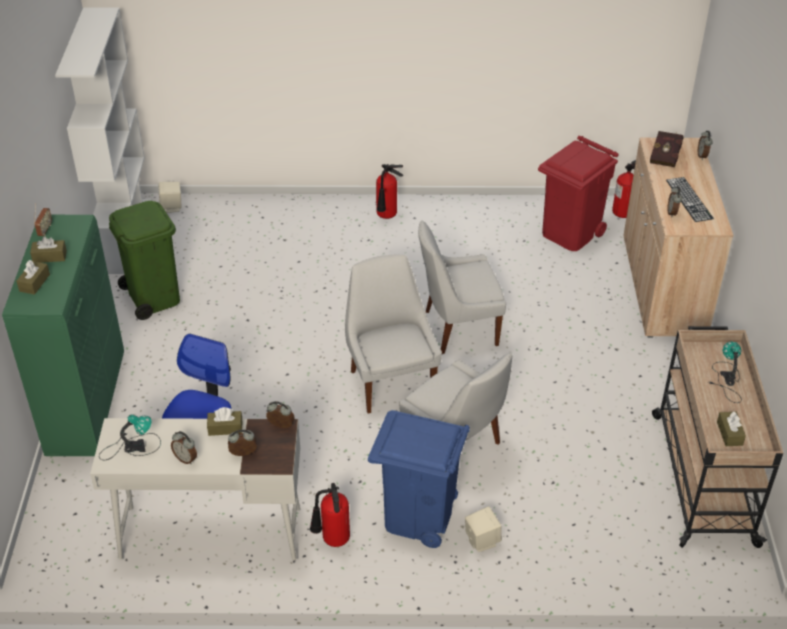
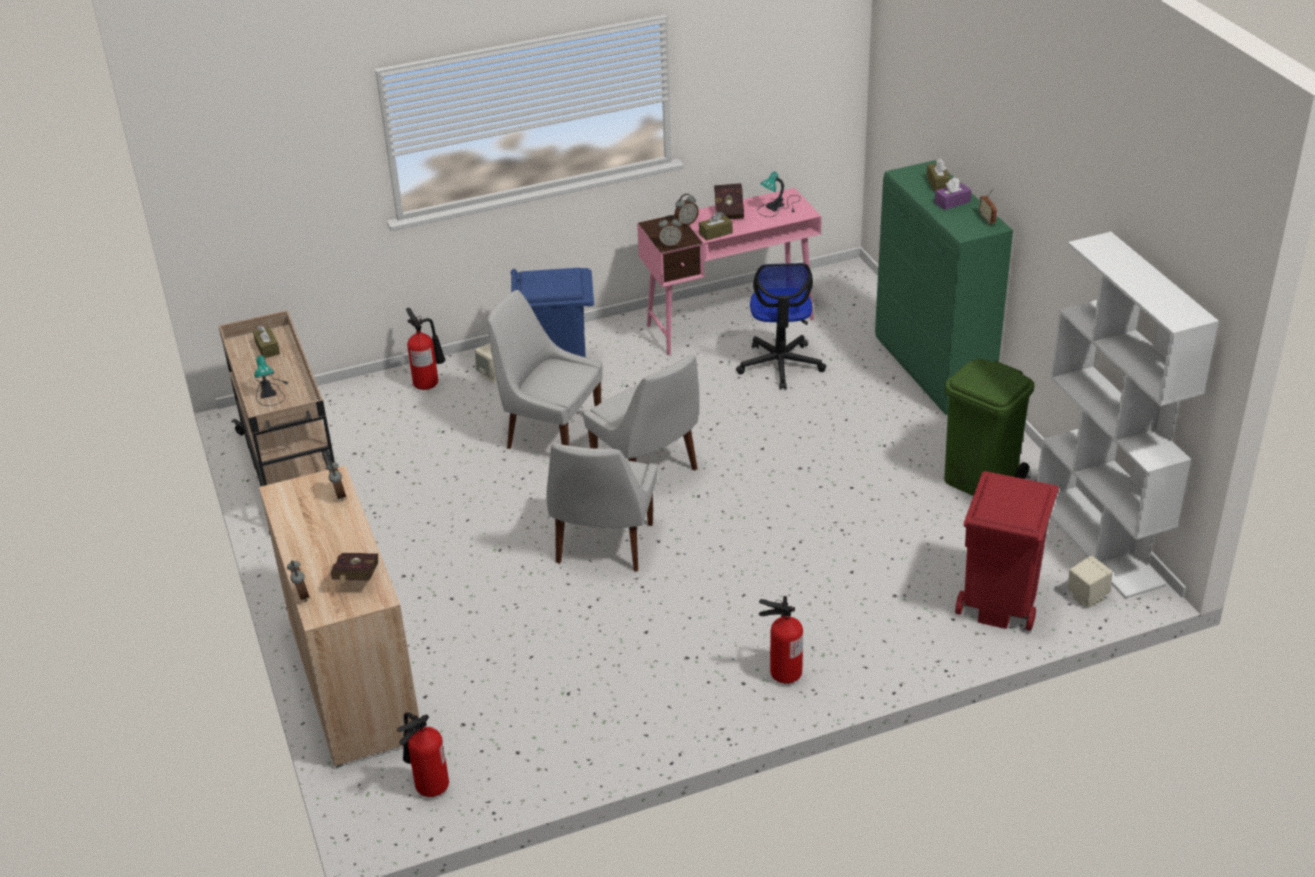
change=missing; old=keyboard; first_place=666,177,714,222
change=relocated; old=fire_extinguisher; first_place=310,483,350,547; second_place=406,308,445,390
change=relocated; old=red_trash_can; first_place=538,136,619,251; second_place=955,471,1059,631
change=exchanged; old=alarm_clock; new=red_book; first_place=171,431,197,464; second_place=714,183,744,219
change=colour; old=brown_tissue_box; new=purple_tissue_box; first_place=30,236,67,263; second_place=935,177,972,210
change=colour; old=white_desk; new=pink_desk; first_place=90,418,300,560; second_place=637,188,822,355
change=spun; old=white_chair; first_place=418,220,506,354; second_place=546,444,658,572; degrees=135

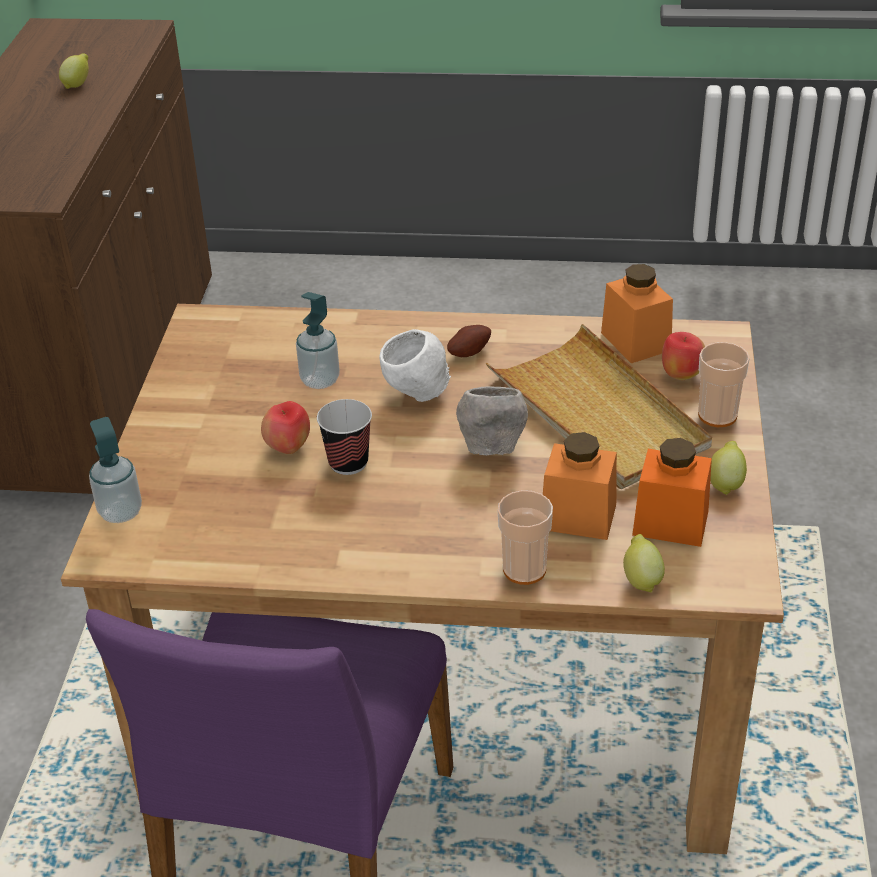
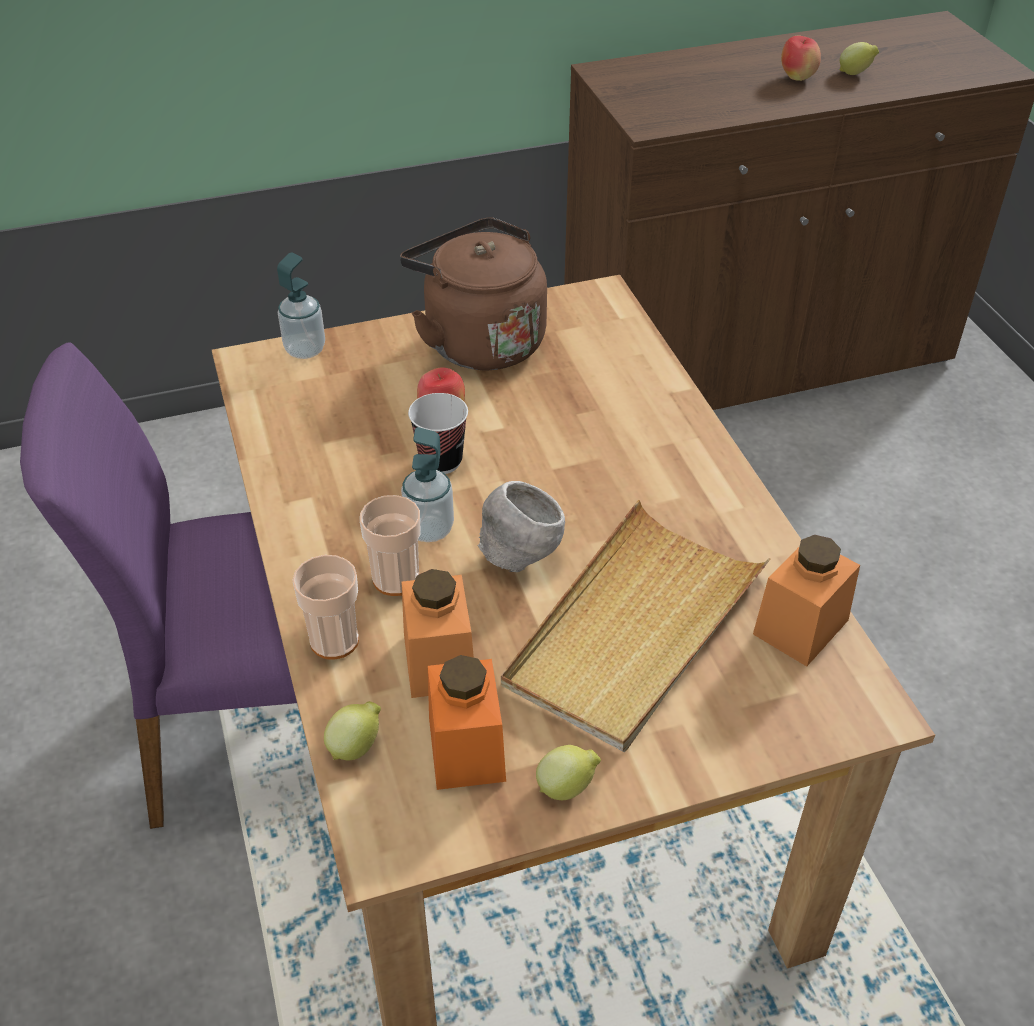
change=missing; old=white_bowl; first_place=380,329,450,402
change=missing; old=potato; first_place=447,325,491,357
change=appeared; new=brown_kettle; second_place=400,217,547,370
change=relocated; old=soap_dispenser; first_place=296,292,340,389; second_place=401,427,454,542
change=relocated; old=apple; first_place=662,332,705,380; second_place=781,35,821,81
change=relocated; old=cup; first_place=698,342,750,427; second_place=360,495,420,596

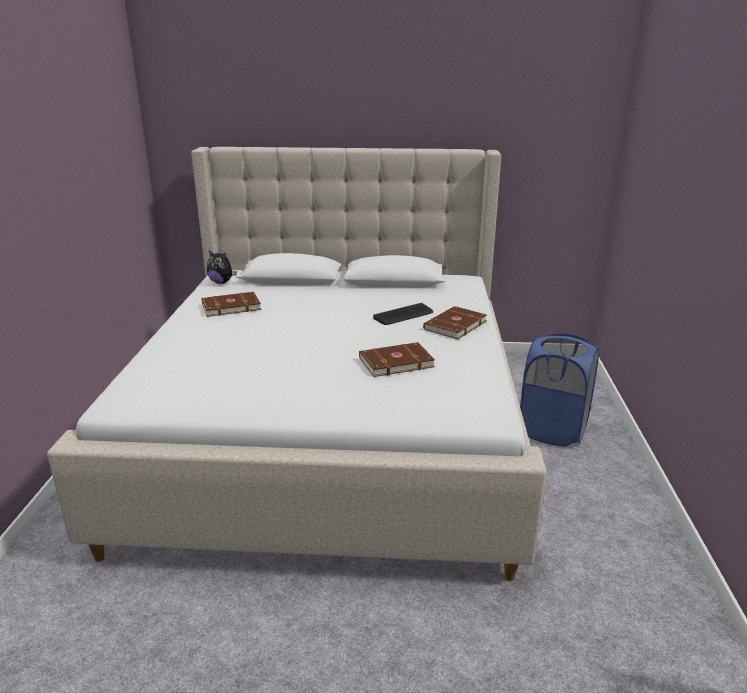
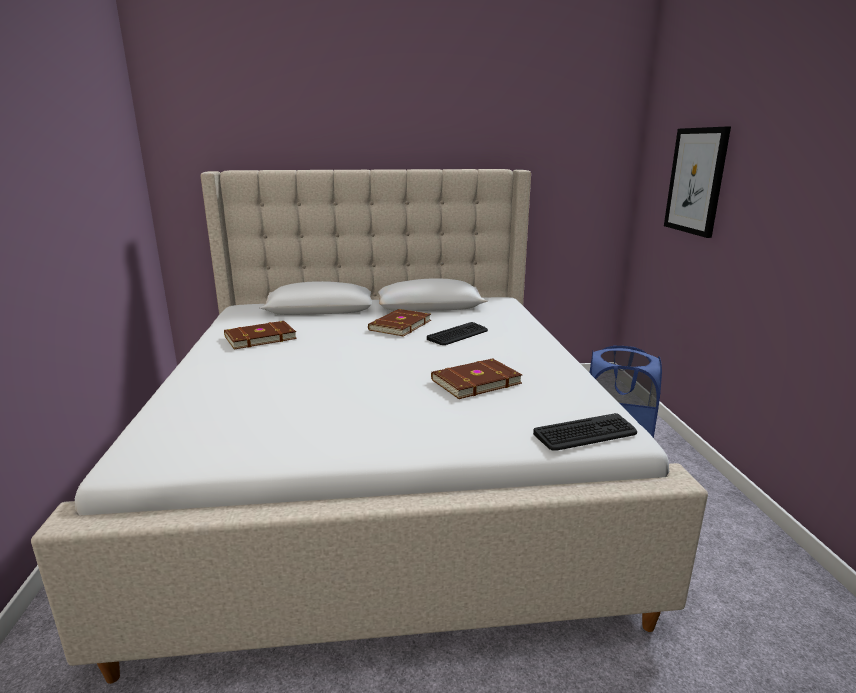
change=missing; old=plush_toy; first_place=207,250,237,284
change=appeared; new=keyboard; second_place=533,413,637,451
change=appeared; new=picture; second_place=664,127,731,238
change=relocated; old=brown_book; first_place=423,306,487,339; second_place=368,309,431,337

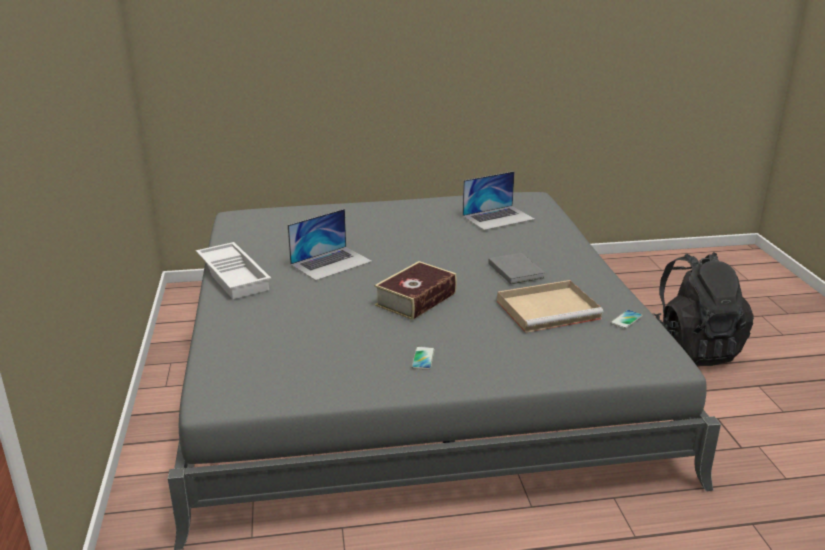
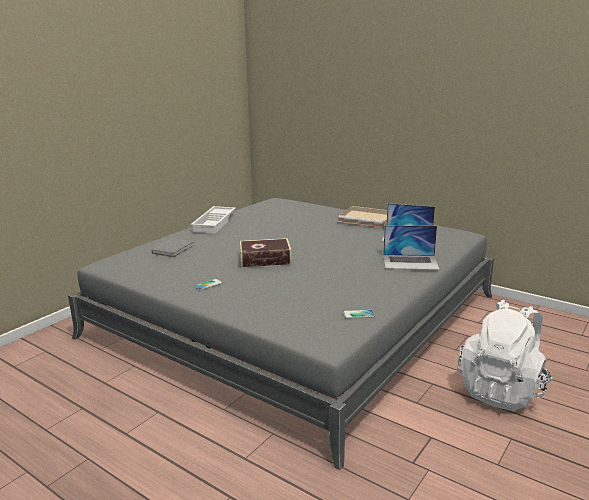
change=relocated; old=laptop; first_place=288,209,372,281; second_place=383,225,440,270
change=relocated; old=grey_book; first_place=488,253,545,284; second_place=151,238,194,257
change=relocated; old=beige_tray; first_place=497,280,603,333; second_place=338,206,387,228
change=colour; old=black_backpack; new=white_backpack; first_place=653,252,754,366; second_place=457,300,553,411

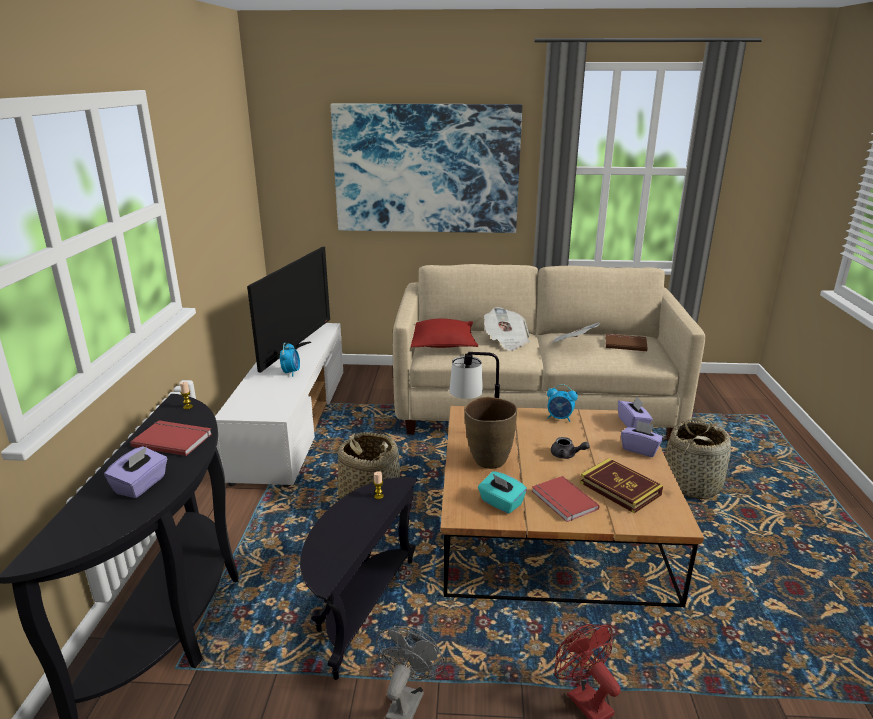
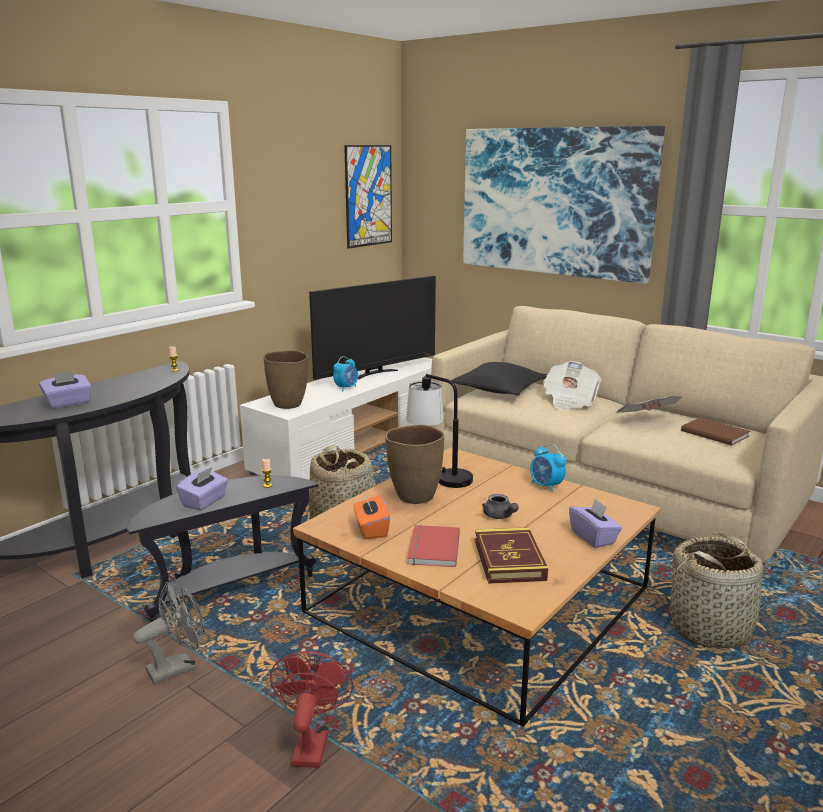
change=missing; old=red_book; first_place=130,421,212,456
change=appeared; new=brown_vase; second_place=263,350,309,409
change=appeared; new=picture; second_place=344,145,392,249
change=relocated; old=purple_tissue_box; first_place=618,397,653,428; second_place=176,466,228,511
change=colour; old=red_pillow; new=black_pillow; first_place=411,319,478,348; second_place=451,362,547,396
change=colour; old=turquoise_tissue_box; new=orange_tissue_box; first_place=478,471,527,514; second_place=354,493,390,539

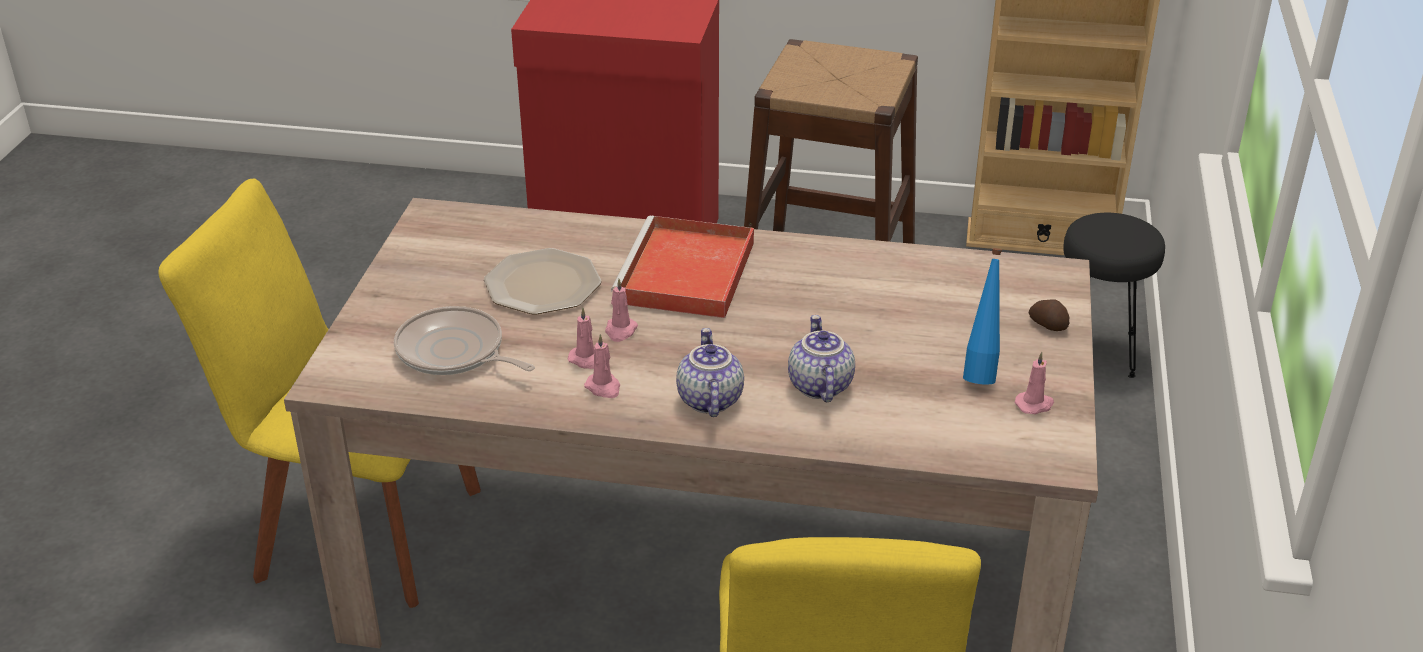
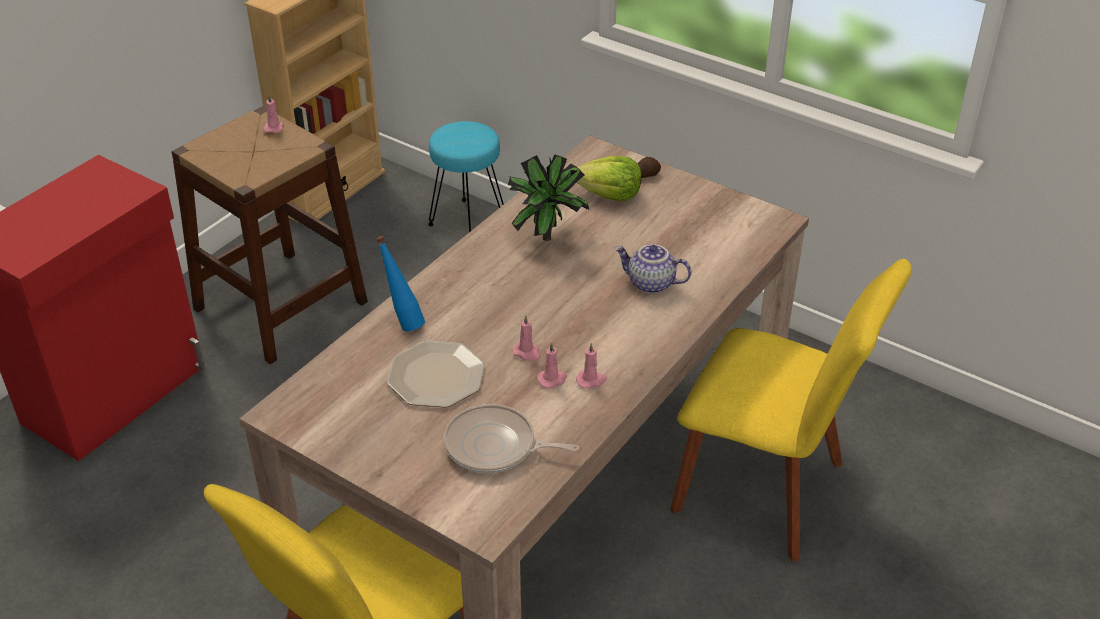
change=missing; old=red_tray; first_place=611,216,754,318
change=missing; old=teapot; first_place=676,328,744,417
change=appeared; new=potted_plant; second_place=508,154,589,241
change=appeared; new=lettuce; second_place=576,156,642,202
change=relocated; old=blue_bottle; first_place=963,248,1002,385; second_place=376,236,425,331
change=relocated; old=pink_candle; first_place=1015,352,1054,414; second_place=263,95,284,133
change=colour; old=black_stool; new=turquoise_stool; first_place=1063,213,1165,378; second_place=428,121,504,232
change=spun; old=frying_pan; first_place=394,306,535,375; second_place=444,404,579,473; degrees=45

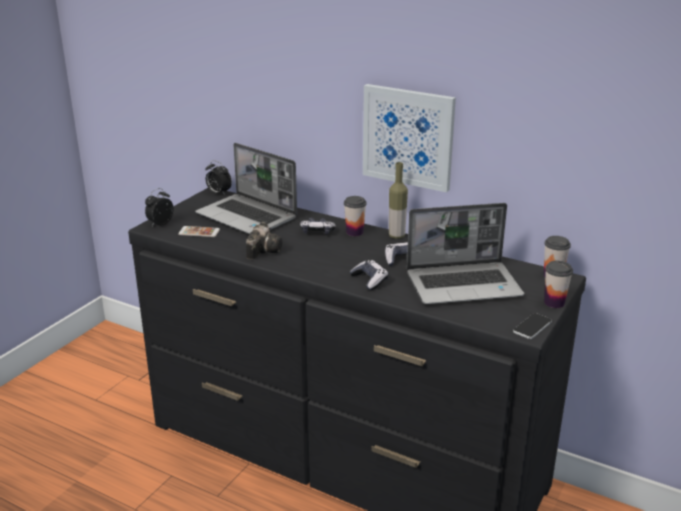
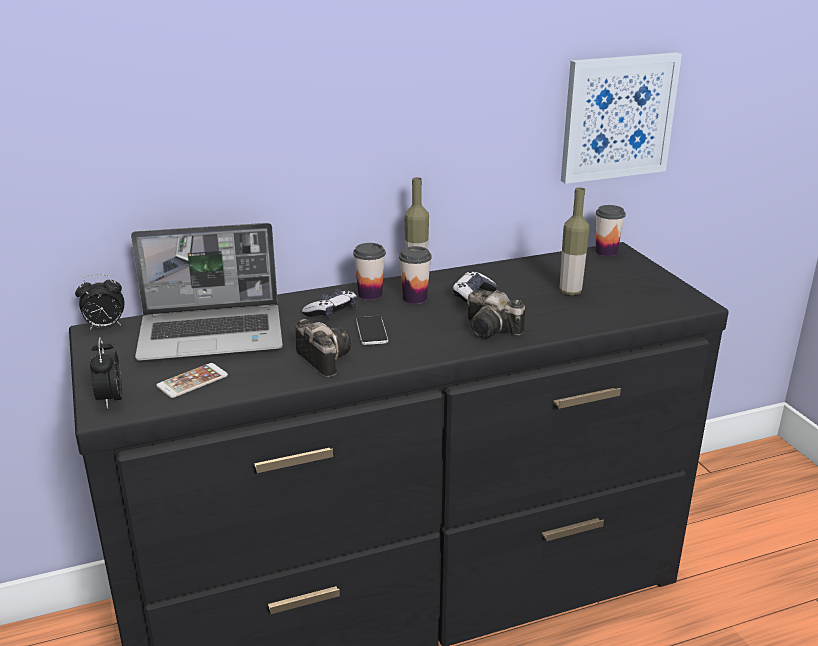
change=relocated; old=picture; first_place=363,84,456,192; second_place=561,52,682,184
change=relocated; old=phone; first_place=513,313,552,339; second_place=356,316,388,345
change=relocated; old=cup; first_place=544,261,573,308; second_place=399,246,432,304
change=exchanged; old=game_controller; new=photo_camera; first_place=350,260,388,290; second_place=467,290,525,338
change=exchanged; old=laptop; new=bottle; first_place=407,203,524,304; second_place=560,187,590,295

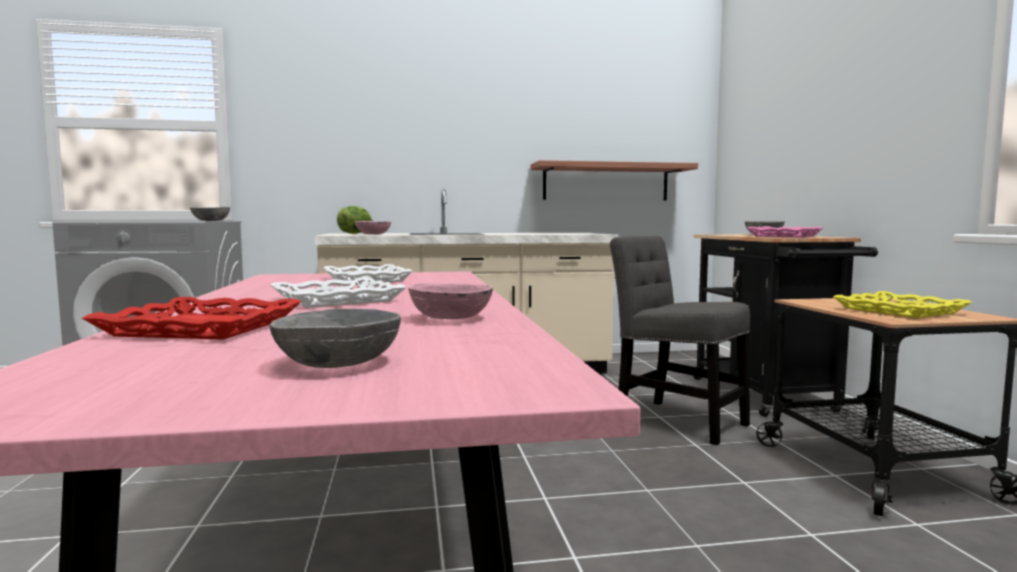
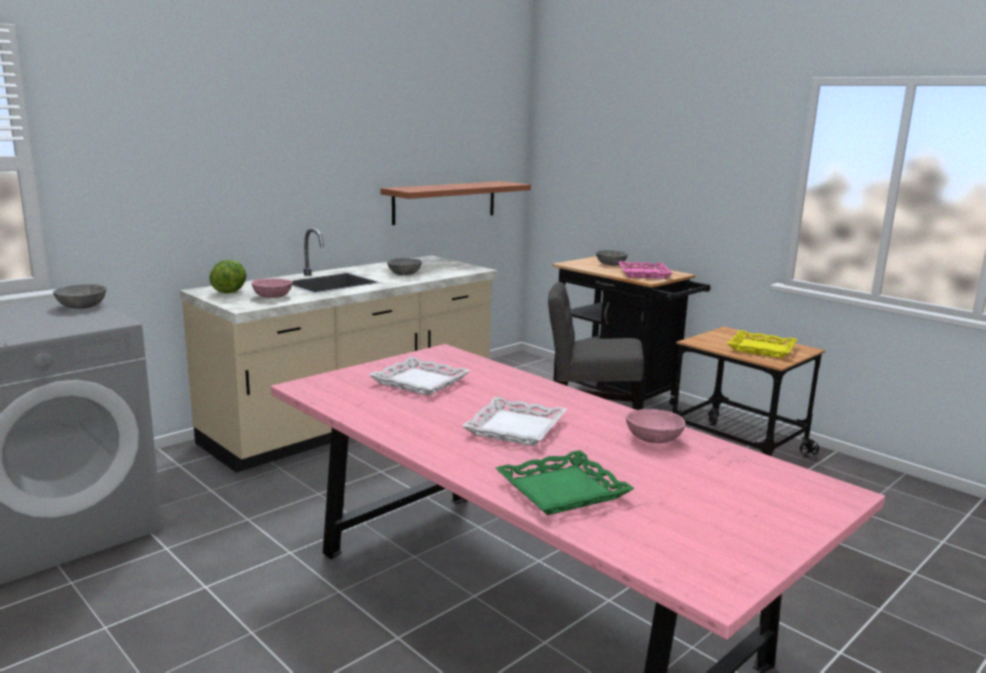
change=relocated; old=grey_bowl; first_place=270,309,401,368; second_place=387,258,422,275
change=colour; old=red_tray; new=green_tray; first_place=82,297,302,340; second_place=496,450,635,515

